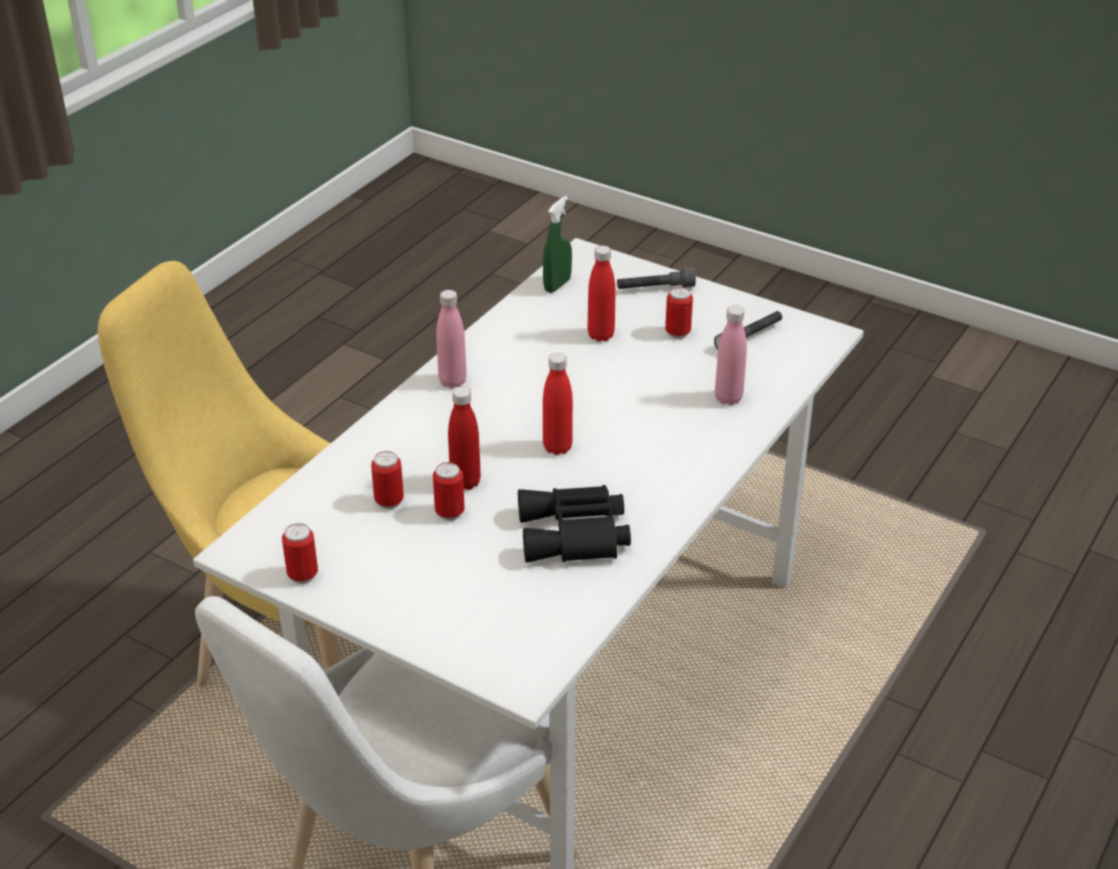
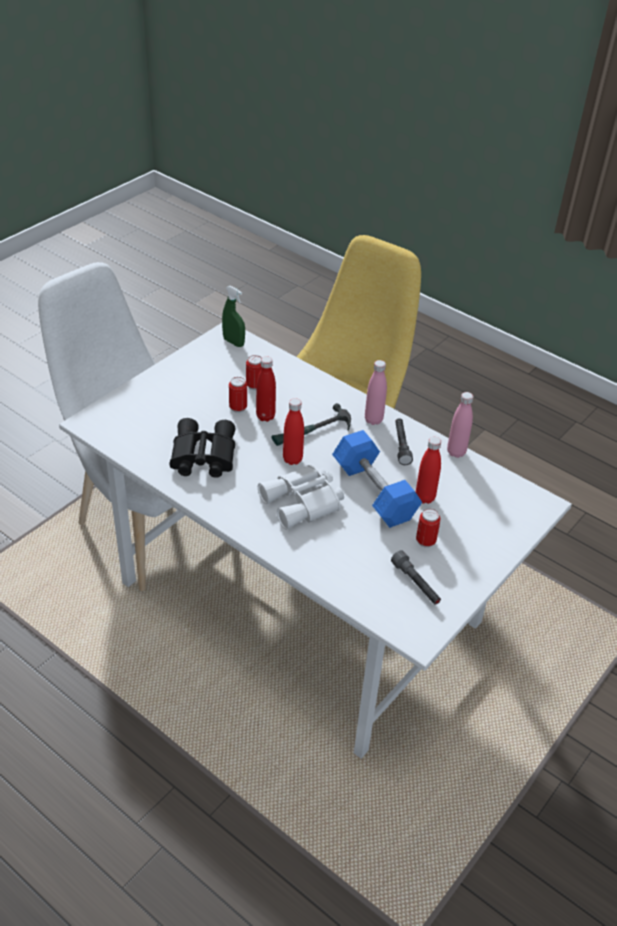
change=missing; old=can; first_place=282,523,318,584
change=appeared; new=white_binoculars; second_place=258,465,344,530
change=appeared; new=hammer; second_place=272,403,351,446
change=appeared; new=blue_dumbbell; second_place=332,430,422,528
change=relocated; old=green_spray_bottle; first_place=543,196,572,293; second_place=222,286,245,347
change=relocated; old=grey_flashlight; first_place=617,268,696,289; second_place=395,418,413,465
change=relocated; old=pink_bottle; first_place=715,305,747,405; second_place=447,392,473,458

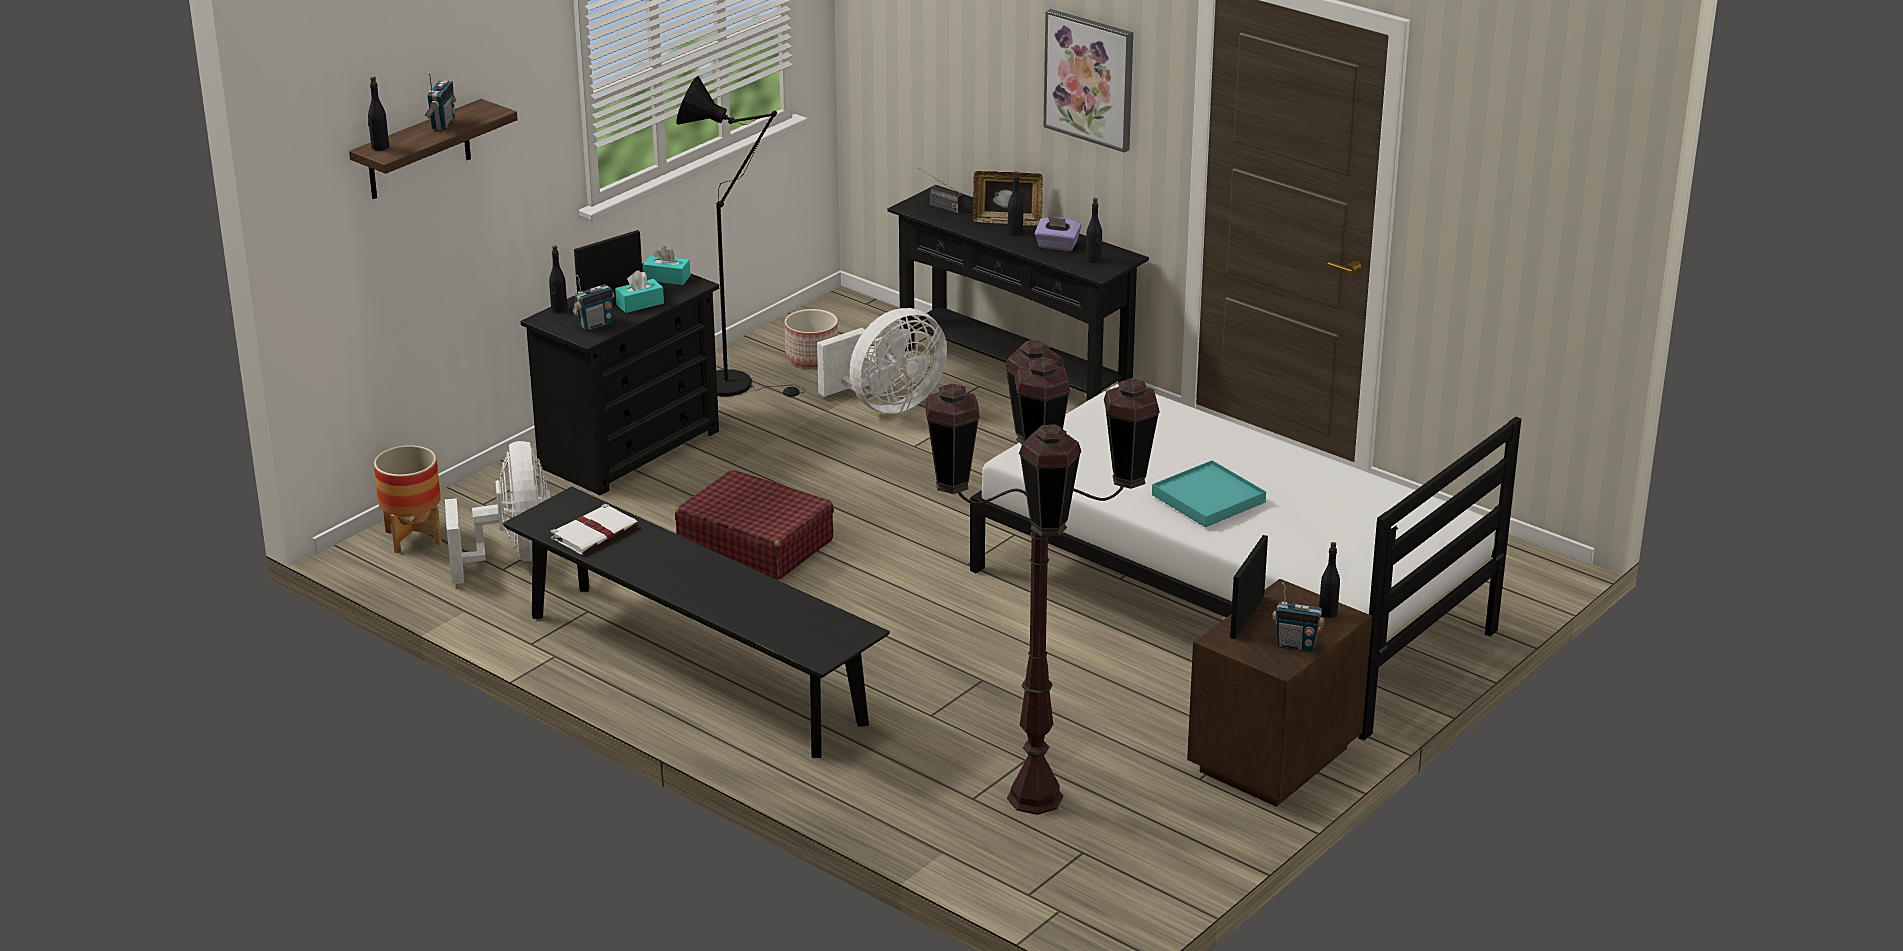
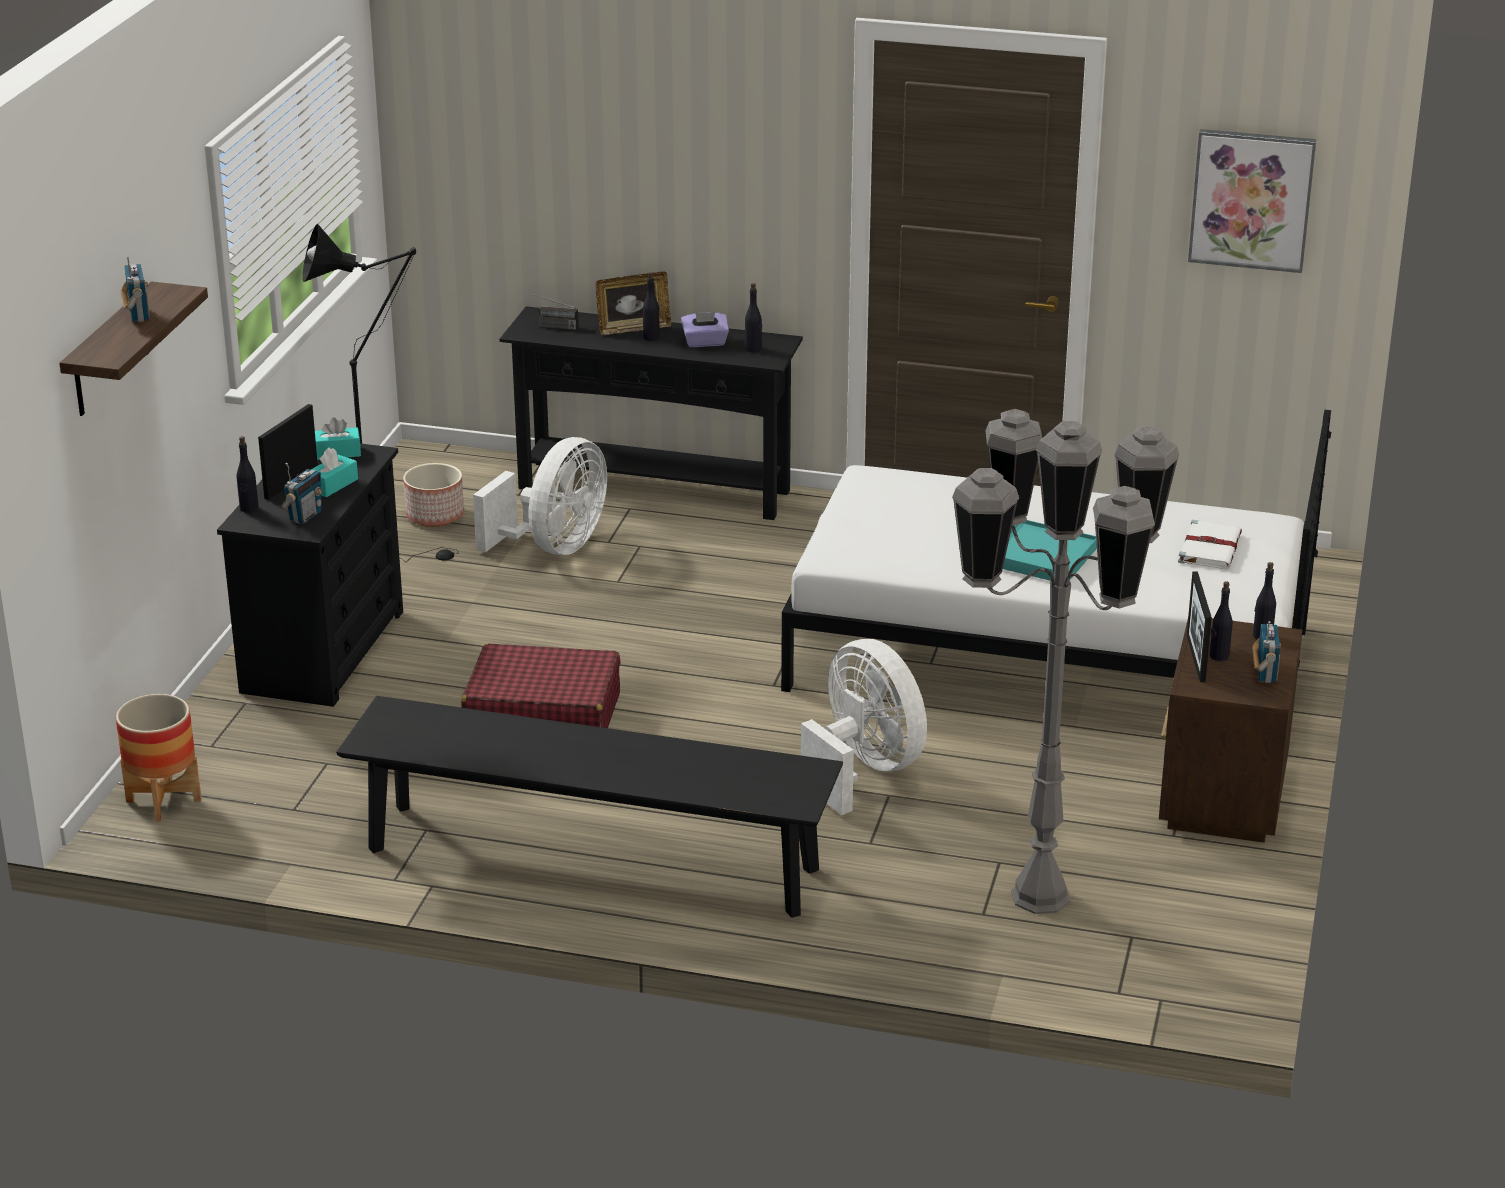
change=relocated; old=black_bottle; first_place=368,77,389,151; second_place=1210,581,1233,661
change=relocated; old=white_fan; first_place=445,441,550,584; second_place=801,639,927,815
change=relocated; old=white_book; first_place=550,504,639,555; second_place=1178,520,1242,569
change=relocated; old=picture; first_place=1044,9,1133,153; second_place=1188,129,1316,273
change=colour; old=brown_floor_lamp; new=grey_floor_lamp; first_place=925,340,1160,815; second_place=952,409,1180,914
change=spun; old=radio; first_place=1272,582,1325,652; second_place=1252,621,1281,683; degrees=-75

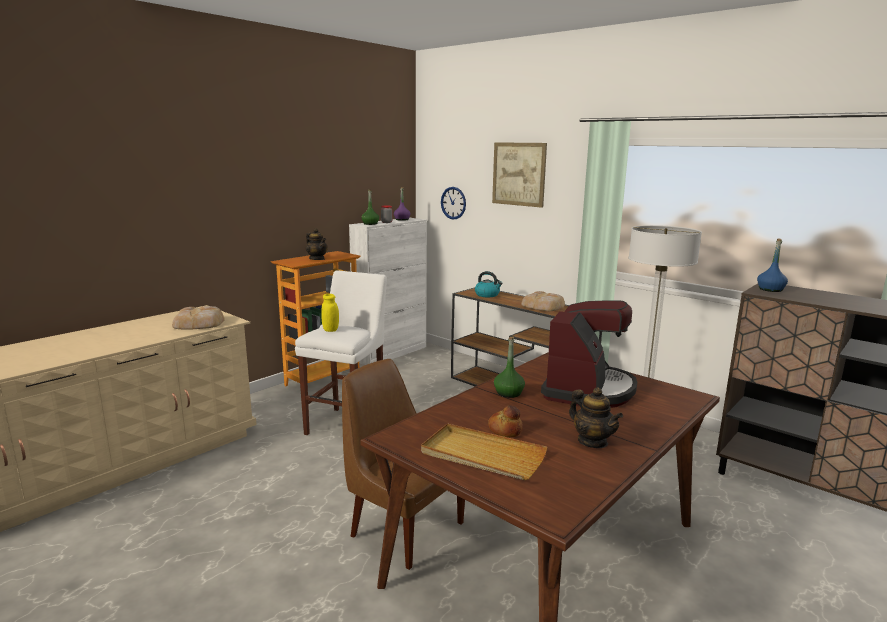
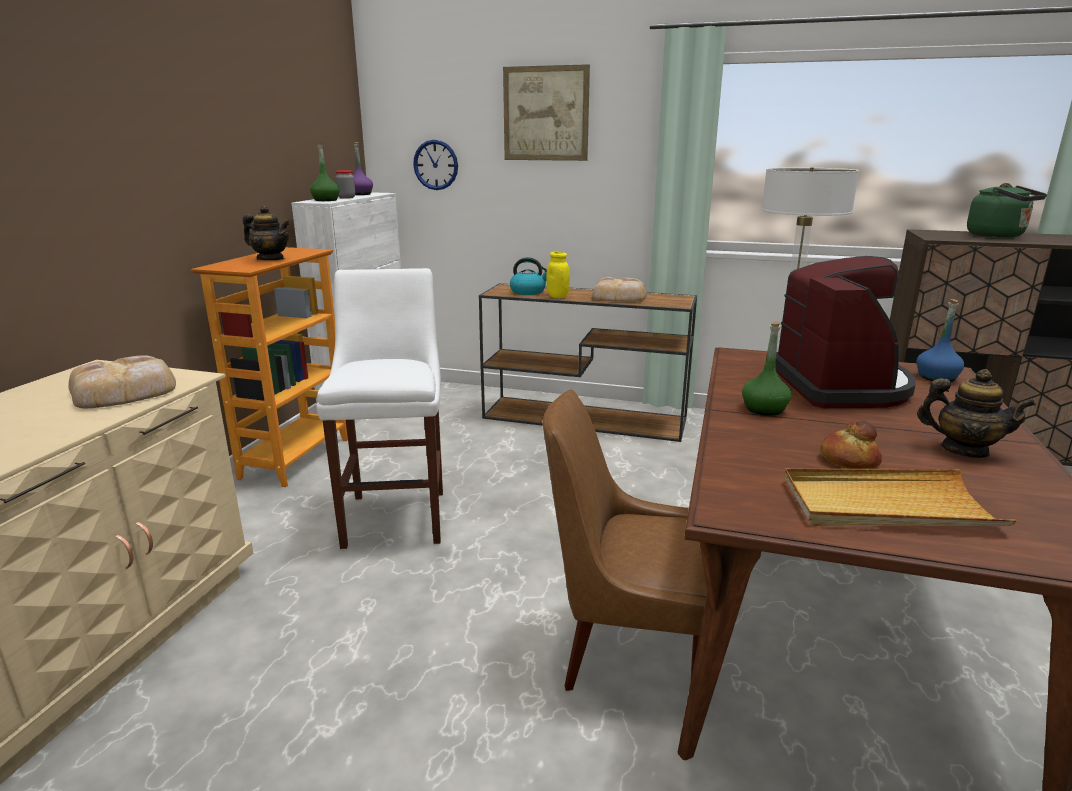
change=appeared; new=green_kettle; second_place=967,183,1047,238
change=relocated; old=yellow_jar; first_place=321,294,339,332; second_place=546,252,570,298
change=relocated; old=blue_bottle; first_place=757,238,788,292; second_place=916,299,964,382

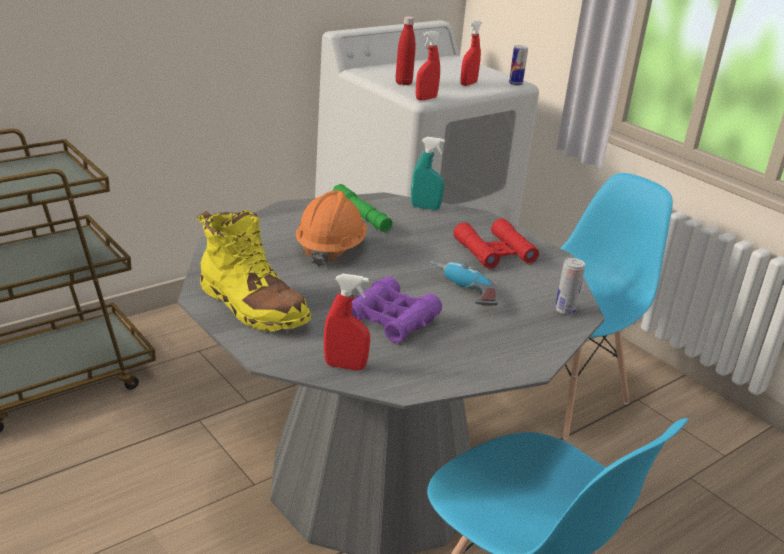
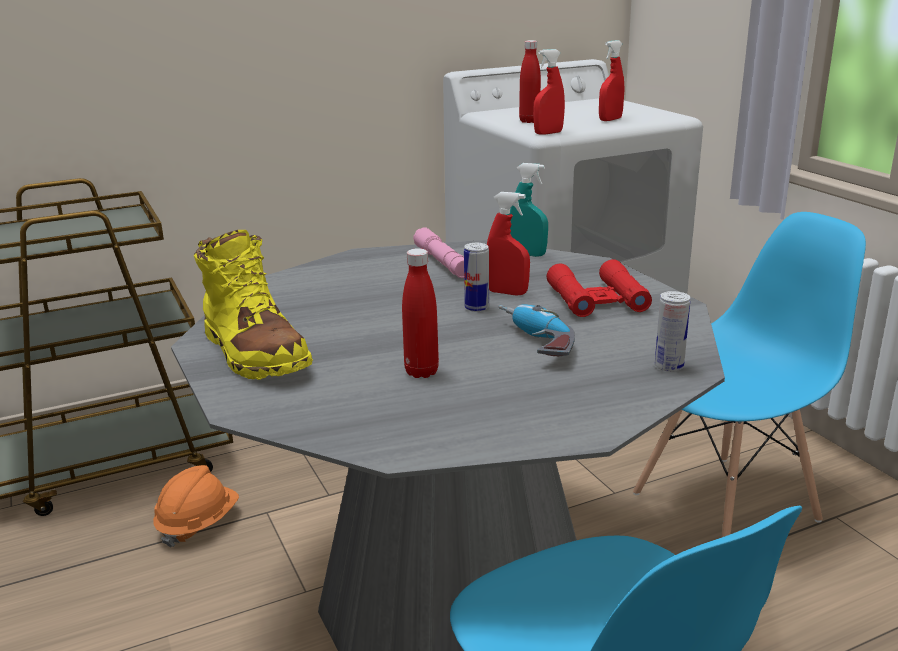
change=relocated; old=orange_hard_hat; first_place=296,191,367,267; second_place=153,465,239,547
change=relocated; old=red_spray_bottle; first_place=324,274,370,371; second_place=487,192,530,295
change=relocated; old=can; first_place=509,45,528,86; second_place=464,243,489,312
change=exchanged; old=purple_binoculars; new=red_bottle; first_place=351,276,442,343; second_place=402,248,439,378
change=colour; old=green_flashlight; new=pink_flashlight; first_place=332,184,392,232; second_place=413,227,464,278

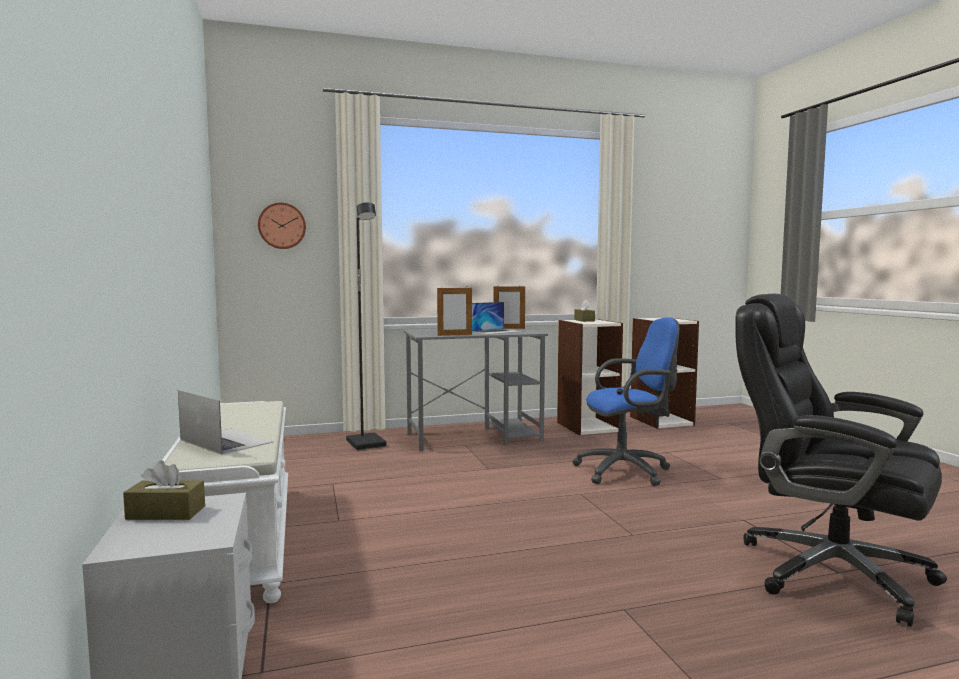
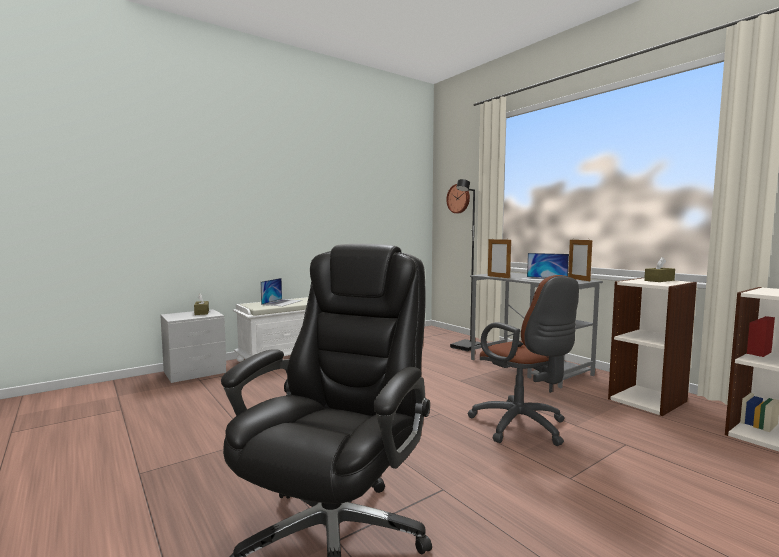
change=colour; old=blue_office_chair; new=brown_office_chair; first_place=572,317,679,486; second_place=468,275,579,446

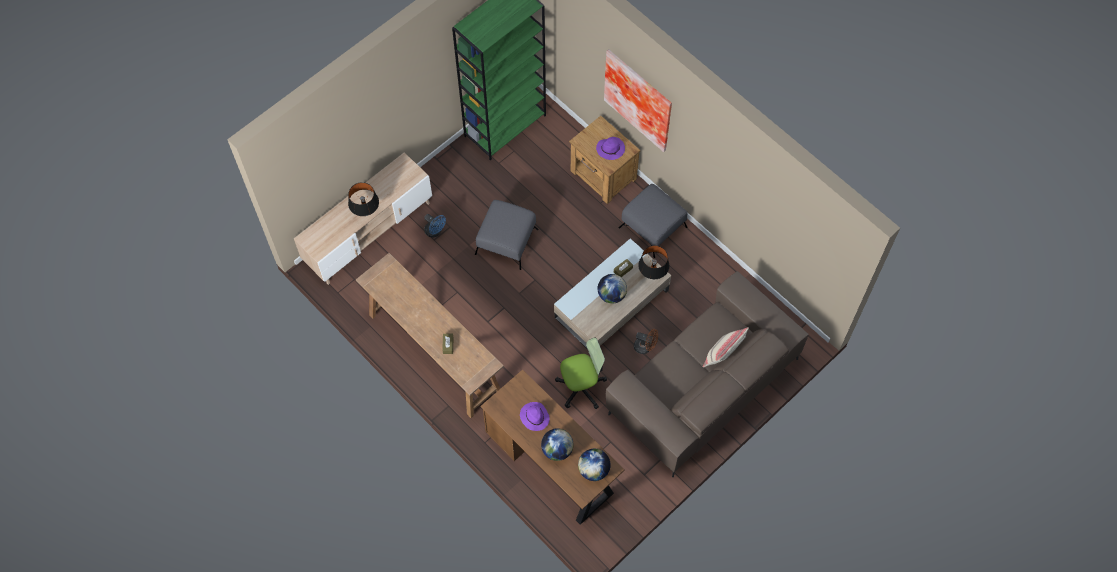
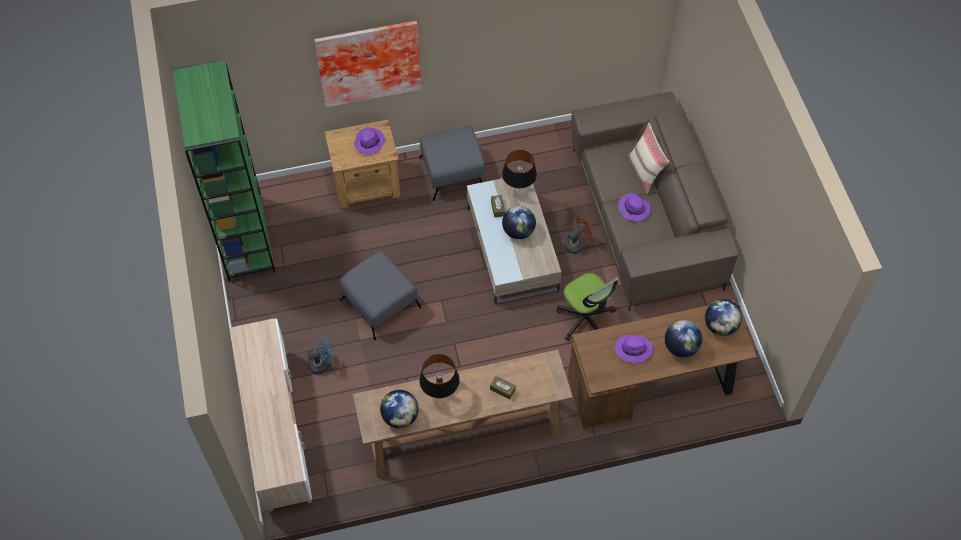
change=appeared; new=globe; second_place=380,390,419,428
change=appeared; new=purple_hat; second_place=618,193,651,221
change=relocated; old=black_table_lamp; first_place=348,182,379,216; second_place=419,354,460,398
change=spun; old=office_chair; first_place=555,337,607,409; second_place=557,273,619,341; degrees=135

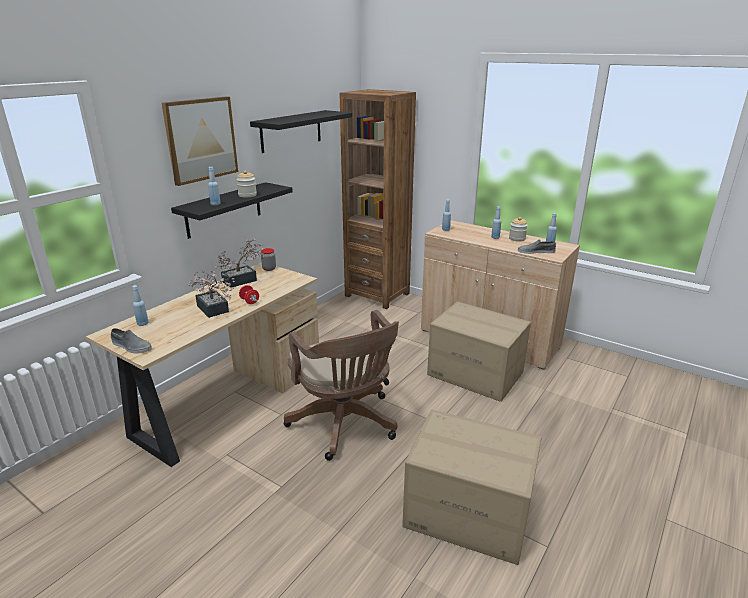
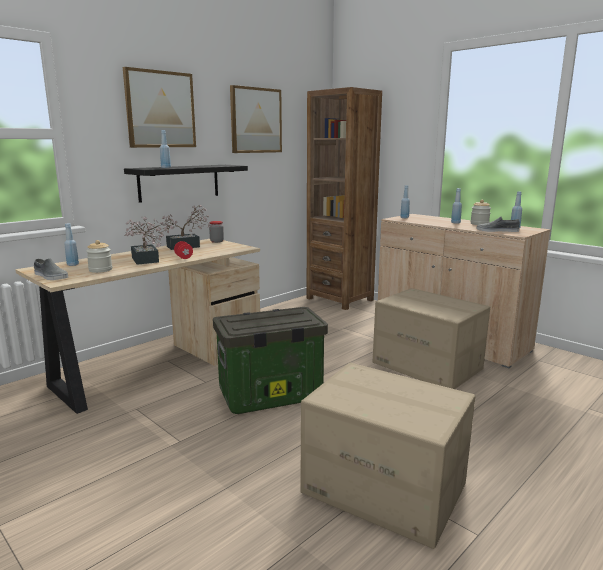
change=relocated; old=jar; first_place=236,170,257,197; second_place=86,240,112,273
change=exchanged; old=black_shelf; new=picture; first_place=250,110,352,153; second_place=230,85,282,153
change=exchanged; old=brown_office_chair; new=storage_box; first_place=284,310,399,461; second_place=213,307,328,414

